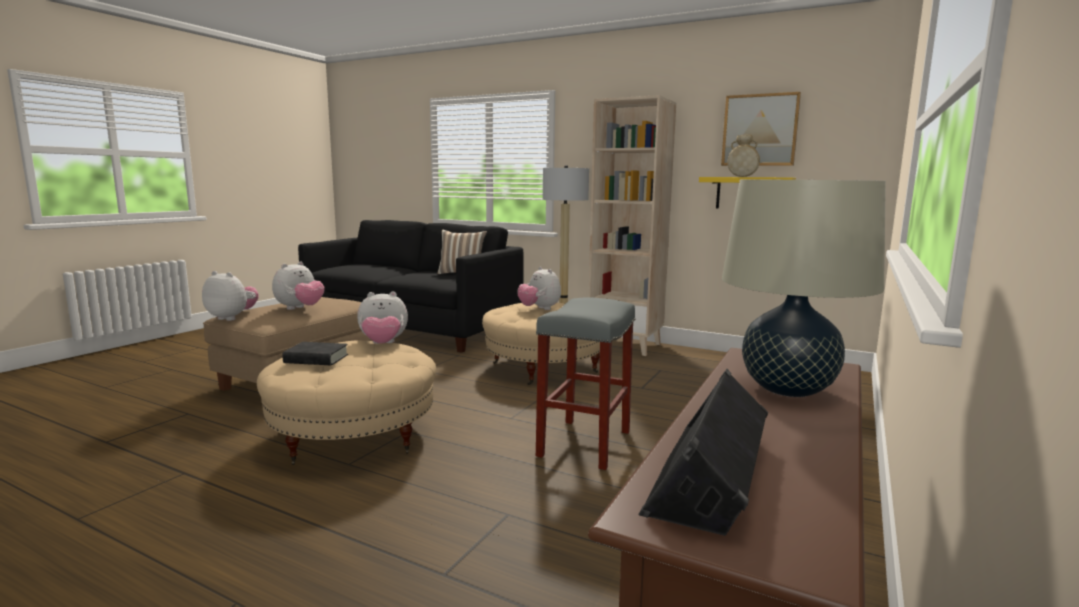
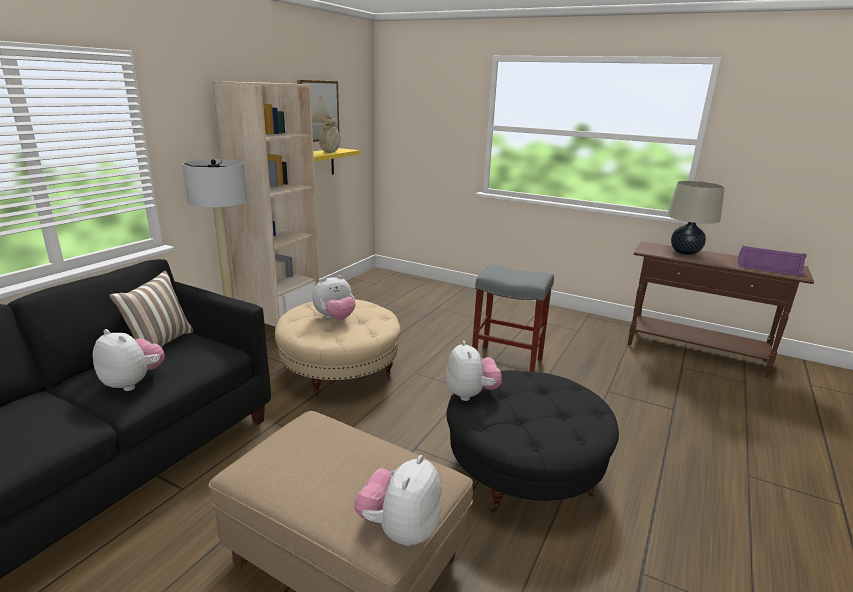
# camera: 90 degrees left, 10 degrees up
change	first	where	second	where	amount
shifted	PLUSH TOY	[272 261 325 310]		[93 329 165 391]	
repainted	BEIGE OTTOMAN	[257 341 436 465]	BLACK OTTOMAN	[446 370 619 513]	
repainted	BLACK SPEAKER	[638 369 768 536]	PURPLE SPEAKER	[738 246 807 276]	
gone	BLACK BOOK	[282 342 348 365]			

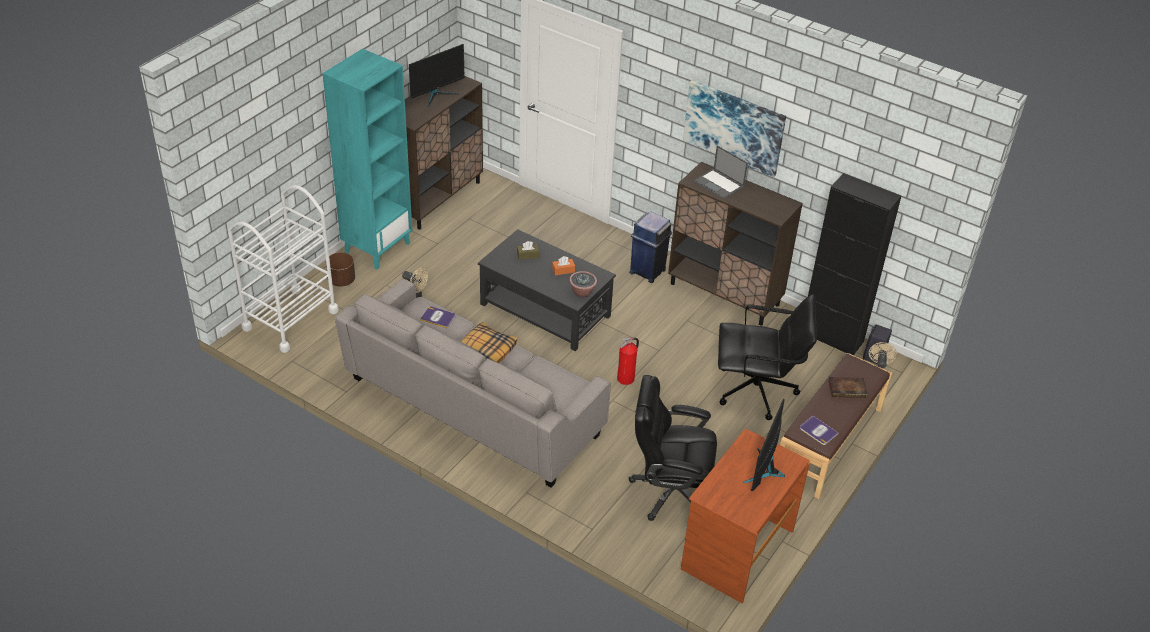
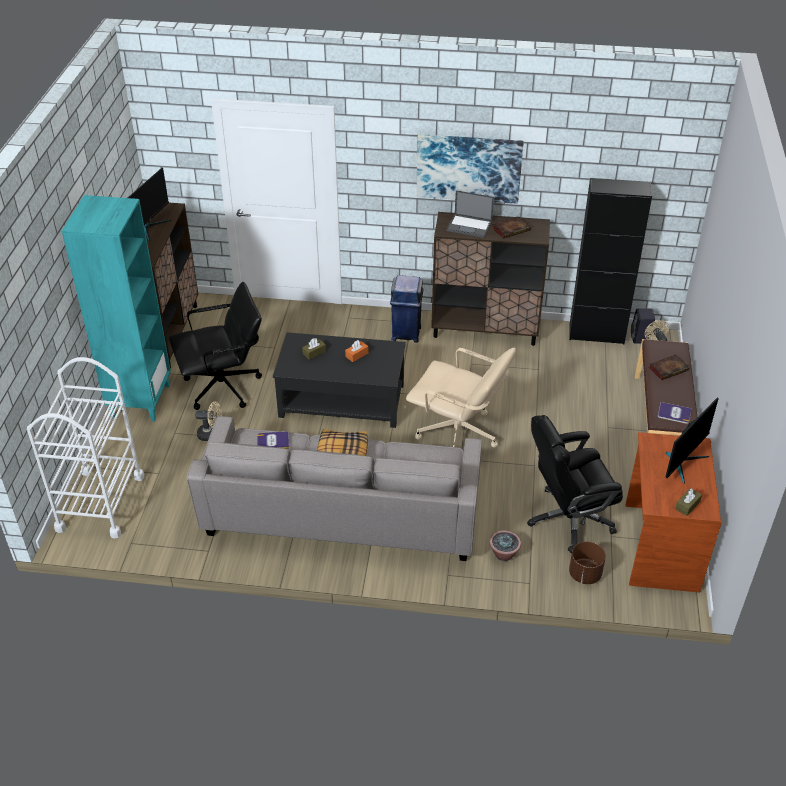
# camera: 25 degrees left, 0 degrees up
change	first	where	second	where	amount
shifted	BLACK OFFICE CHAIR	[718 294 817 420]		[169 282 262 410]	
swapped	FIRE EXTINGUISHER	[617 337 639 385]	BEIGE OFFICE CHAIR	[406 348 516 448]	
shifted	POTTED PLANT	[569 271 597 298]		[490 530 521 561]	
new			BOOK	[492 217 531 238]	
shifted	BROWN PLANTER	[326 252 355 287]		[569 542 606 584]	
rotated	MONITOR	[743 399 785 491]		[665 398 719 483]	135 degrees counterclockwise
new			BROWN TISSUE BOX	[675 488 702 516]	

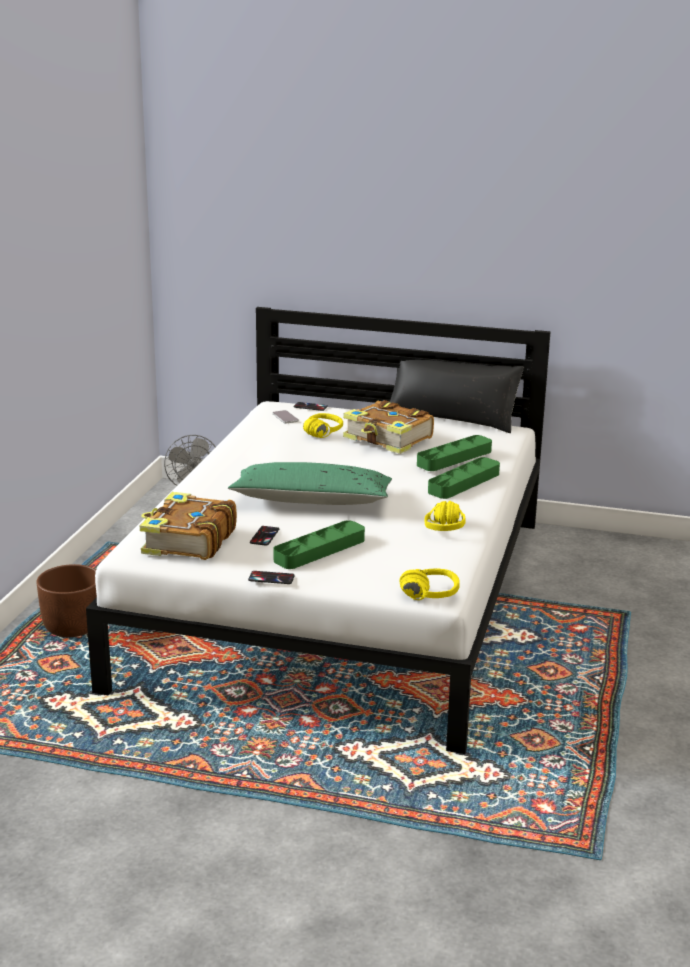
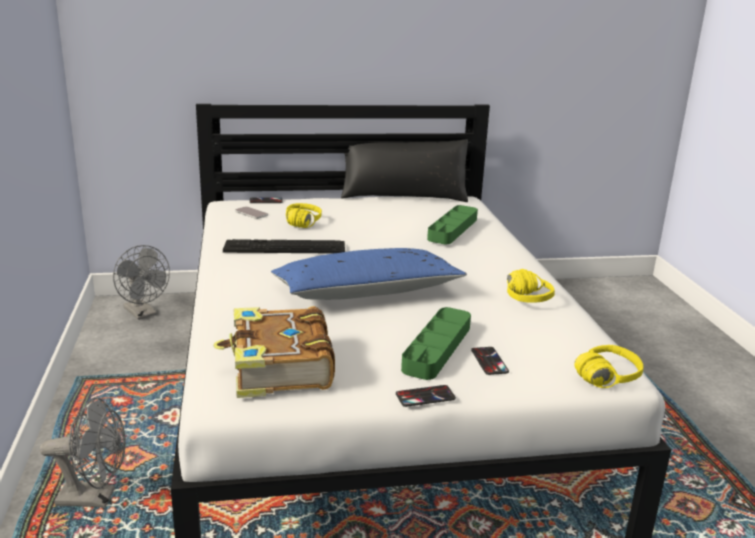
# camera: 25 degrees left, 0 degrees up
change	first	where	second	where	amount
swapped	BROWN PLANTER	[36 564 97 637]	GREY FAN	[40 398 126 507]	
new			KEYBOARD	[223 239 345 254]	
repainted	GREEN PILLOW	[228 462 392 505]	BLUE PILLOW	[271 248 467 300]	
shifted	PHONE	[250 526 279 546]		[471 347 509 375]	
gone	BOOK	[343 400 434 454]			
gone	GREEN TRAY	[428 457 500 499]			

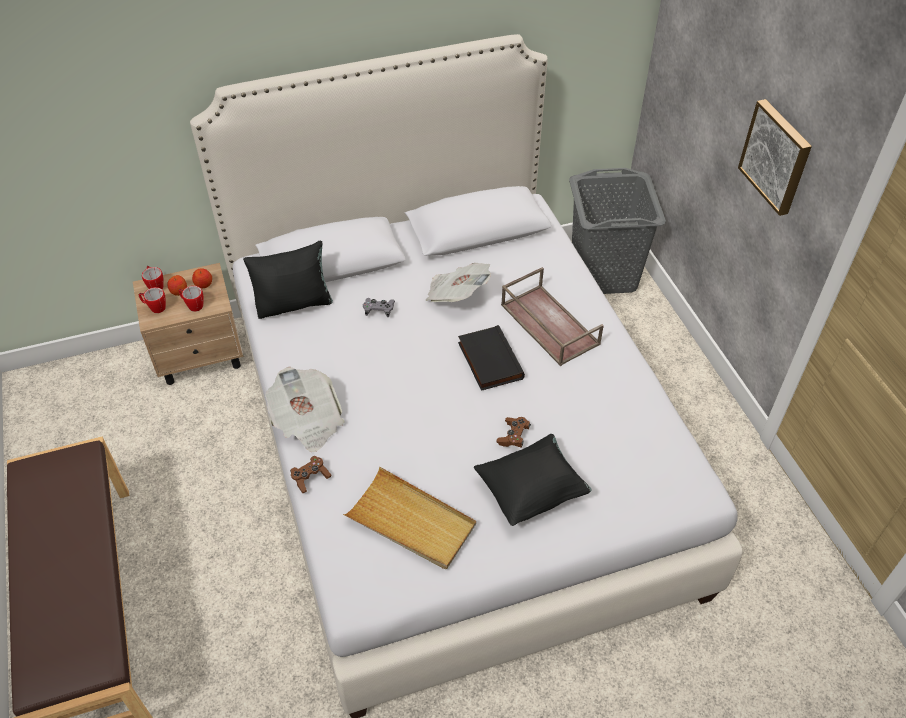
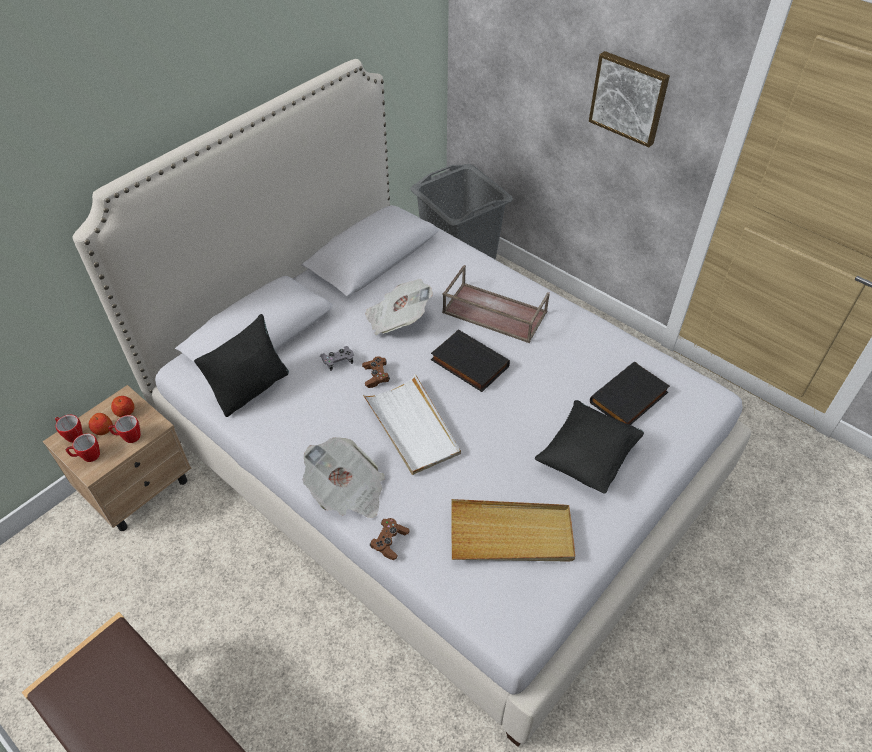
# camera: 30 degrees left, 0 degrees up
change	first	where	second	where	amount
shifted	BROWN GAME CONTROLLER	[497 417 531 448]		[362 356 390 388]	
new			WHITE TRAY	[362 374 461 475]	
new			BLACK BOOK	[590 361 670 425]	

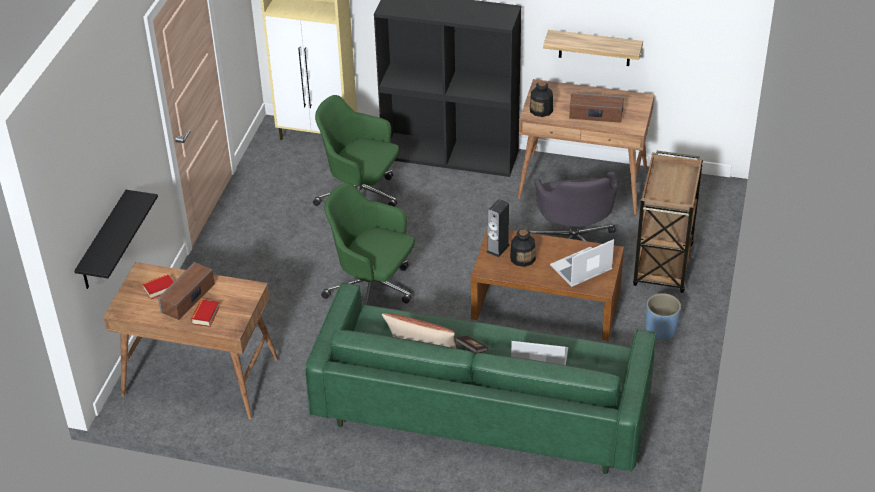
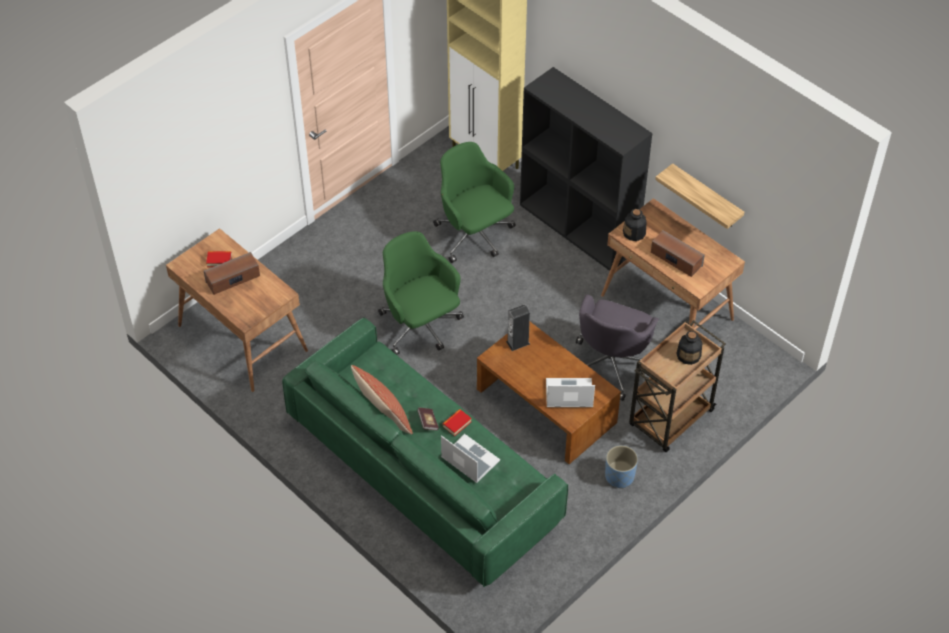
# camera: 30 degrees right, 10 degrees up
change	first	where	second	where	amount
shifted	BOOK	[191 300 220 327]		[442 409 472 436]	
shifted	BOTTLE	[510 229 536 267]		[676 331 702 365]	
gone	BLACK SHELF	[74 190 158 289]			

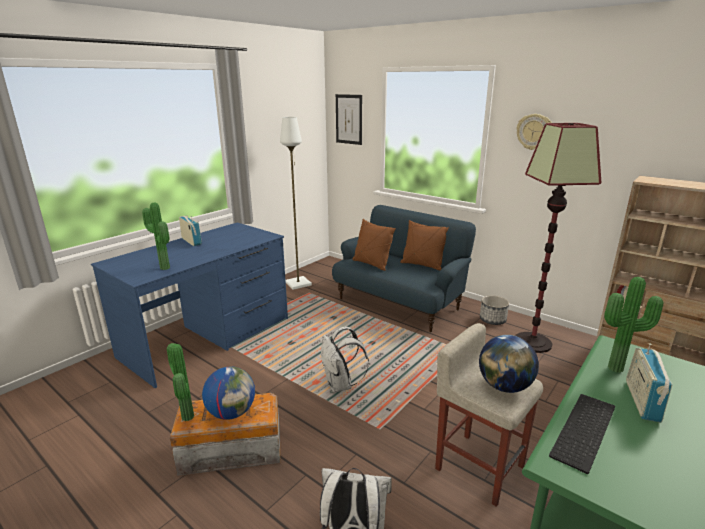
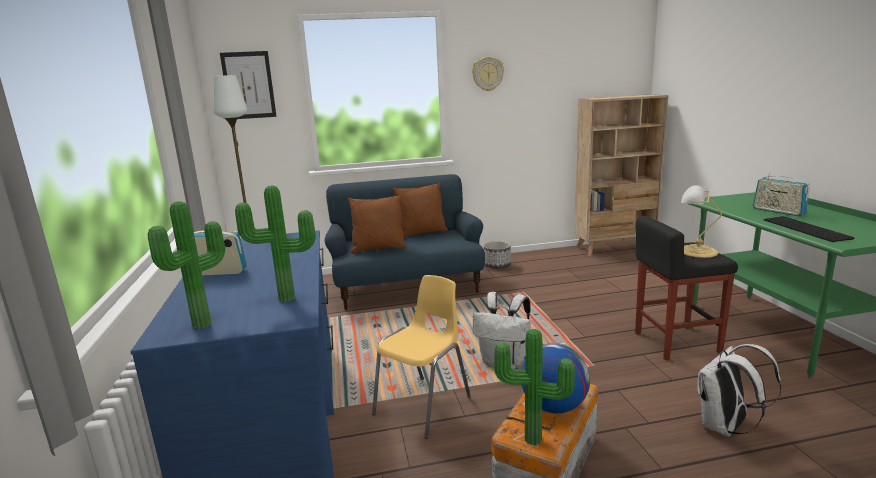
# camera: 50 degrees left, 5 degrees down
change	first	where	second	where	amount
shifted	POTTED PLANT	[604 277 664 373]		[148 201 225 329]	
new			YELLOW CHAIR	[372 275 471 439]	
repainted	BEIGE STOOL	[435 323 543 507]	BLACK STOOL	[635 216 738 360]	
swapped	GLOBE	[479 335 539 393]	TABLE LAMP	[681 185 722 258]	
gone	FLOOR LAMP	[515 123 601 353]			

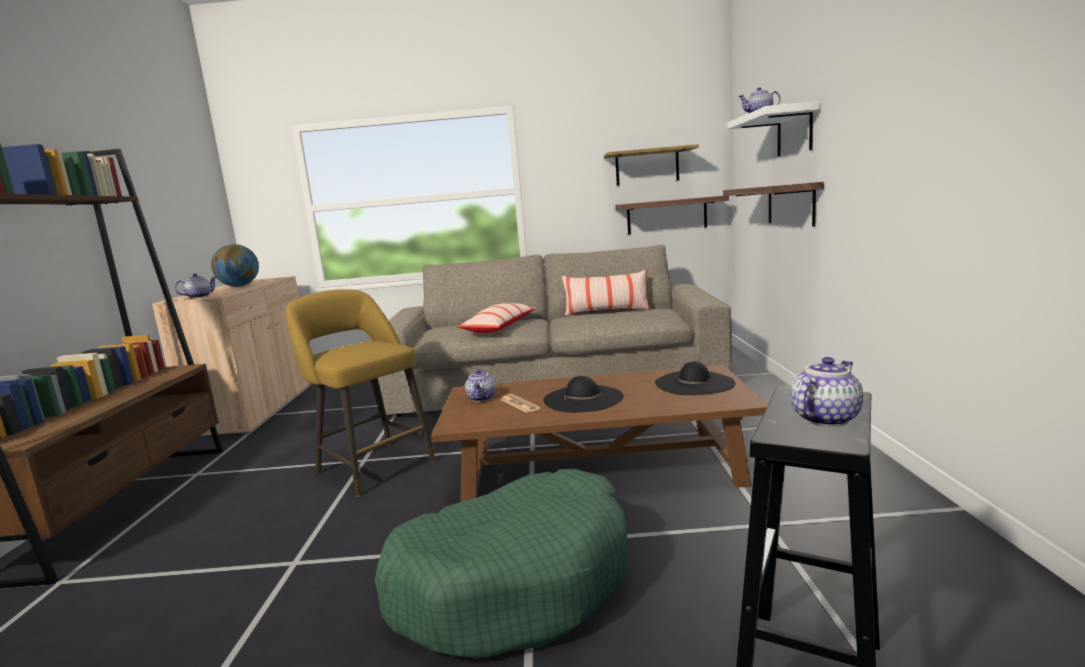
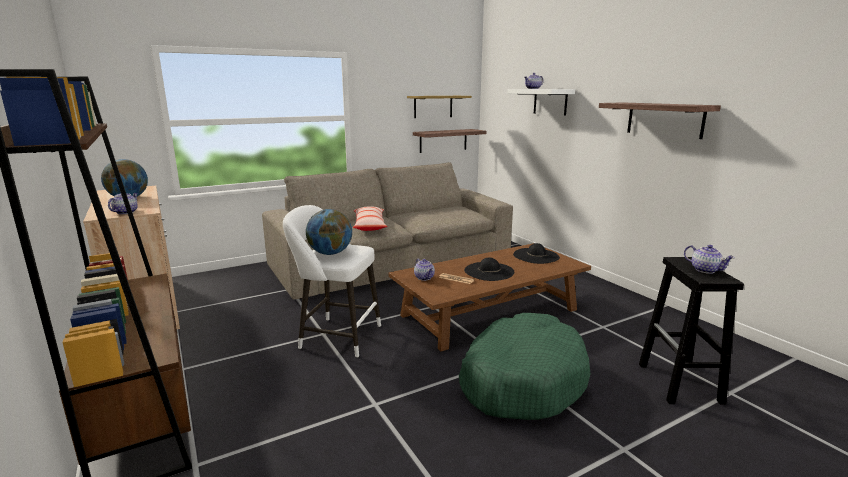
# camera: 30 degrees left, 5 degrees up
change	first	where	second	where	amount
repainted	YELLOW STOOL	[285 289 436 497]	WHITE STOOL	[283 205 381 358]	
new			GLOBE	[306 209 352 255]	
shifted	SHELF	[723 182 824 226]		[599 102 721 139]	
rotated	TEAPOT	[791 357 863 427]		[684 245 735 274]	120 degrees clockwise
gone	PILLOW	[562 270 651 316]			

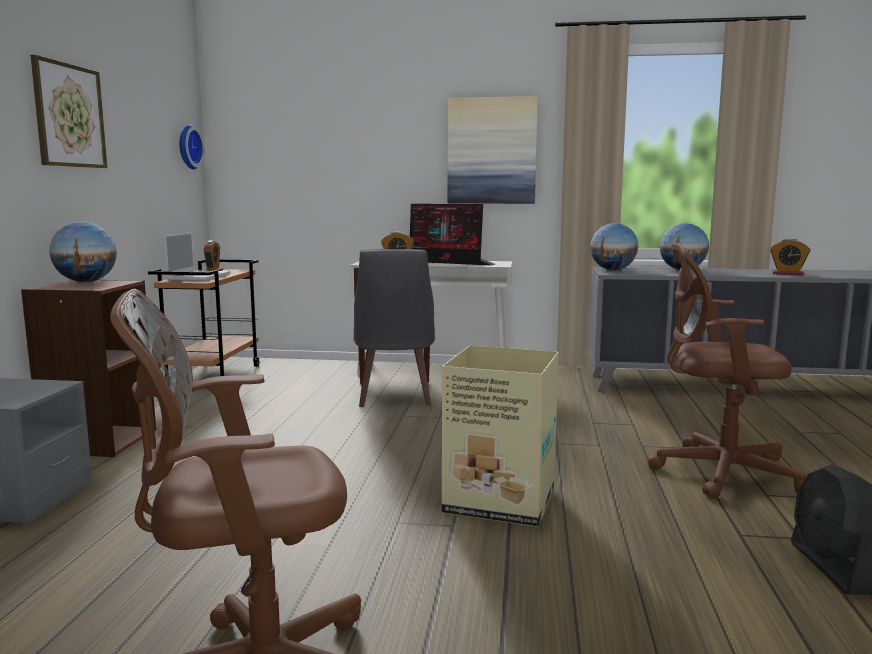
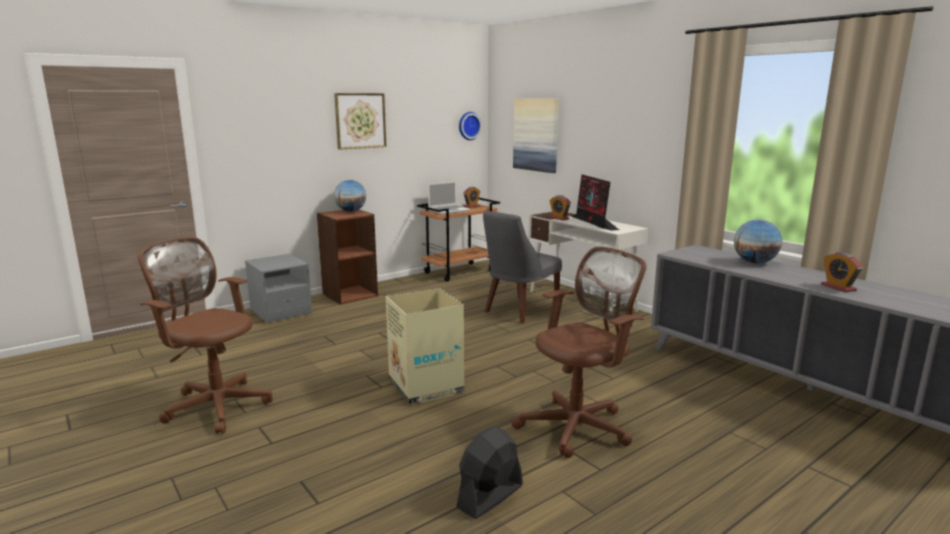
# camera: 45 degrees right, 5 degrees up
change	first	where	second	where	amount
rotated	BROWN OFFICE CHAIR	[647 243 806 499]		[512 247 647 458]	90 degrees clockwise
shifted	PICTURE	[447 96 538 204]		[513 98 559 173]	
gone	GLOBE	[590 223 638 270]			

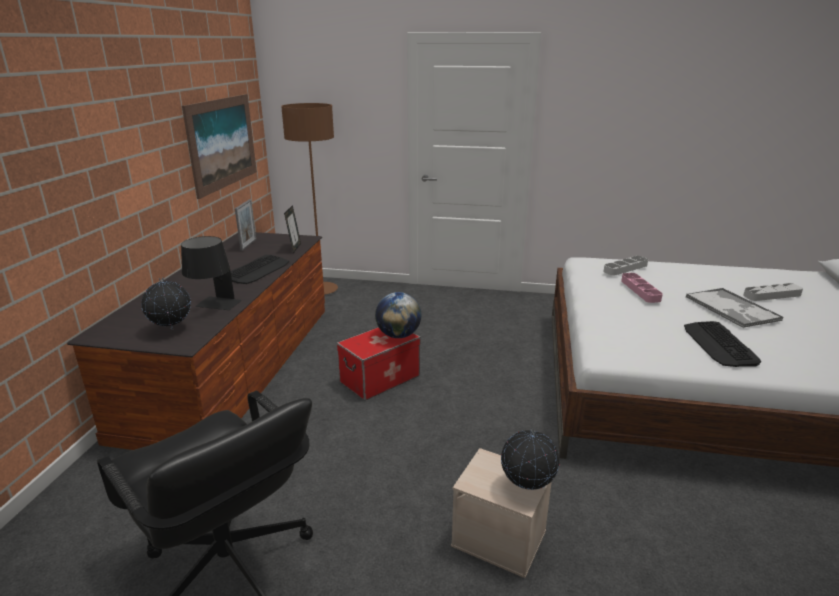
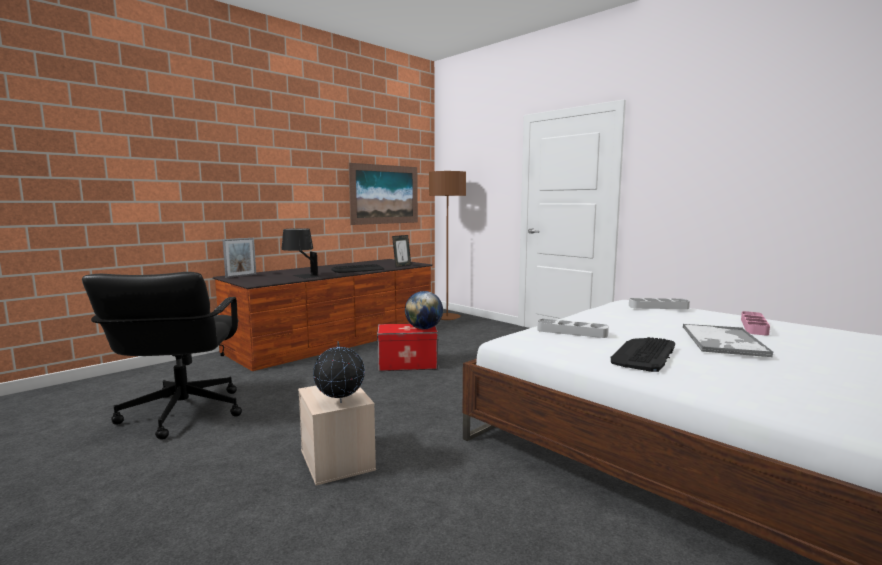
# camera: 35 degrees right, 15 degrees down
change	first	where	second	where	amount
shifted	PICTURE FRAME	[235 199 256 251]		[222 238 256 278]	
shifted	GREY TRAY	[743 283 803 301]		[537 319 609 338]	
shifted	PINK TRAY	[621 273 663 303]		[741 311 770 335]	
gone	GLOBE	[141 277 191 330]			

